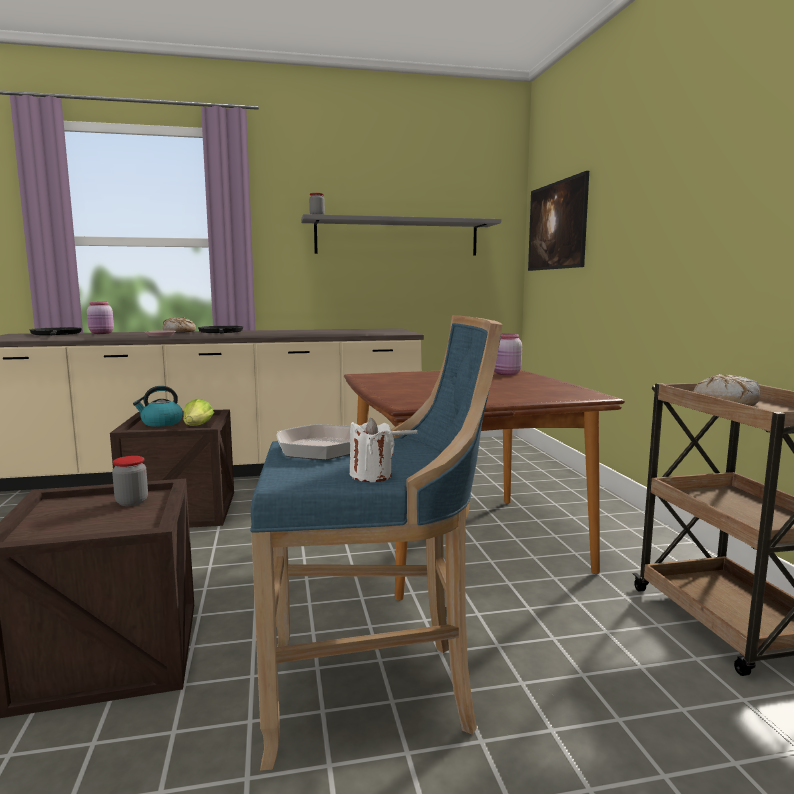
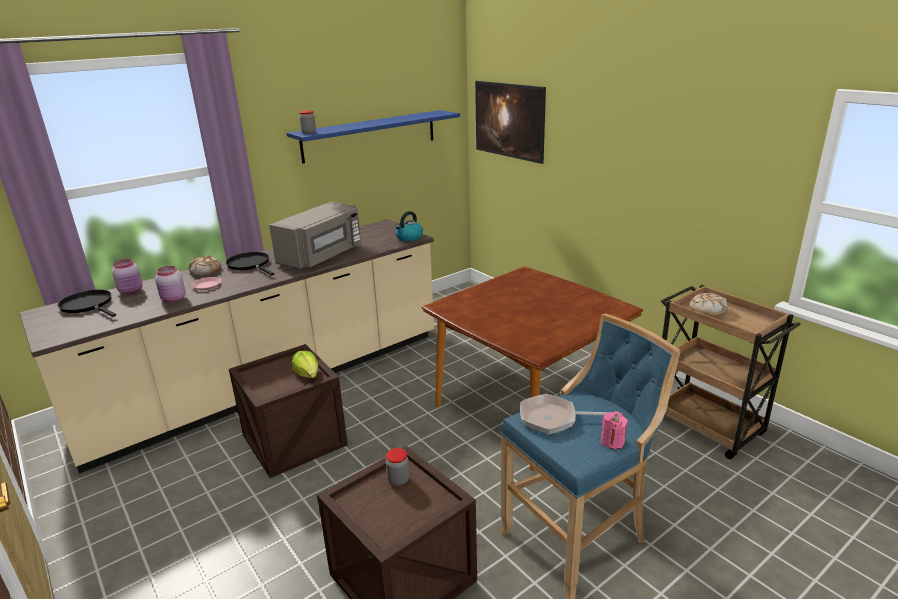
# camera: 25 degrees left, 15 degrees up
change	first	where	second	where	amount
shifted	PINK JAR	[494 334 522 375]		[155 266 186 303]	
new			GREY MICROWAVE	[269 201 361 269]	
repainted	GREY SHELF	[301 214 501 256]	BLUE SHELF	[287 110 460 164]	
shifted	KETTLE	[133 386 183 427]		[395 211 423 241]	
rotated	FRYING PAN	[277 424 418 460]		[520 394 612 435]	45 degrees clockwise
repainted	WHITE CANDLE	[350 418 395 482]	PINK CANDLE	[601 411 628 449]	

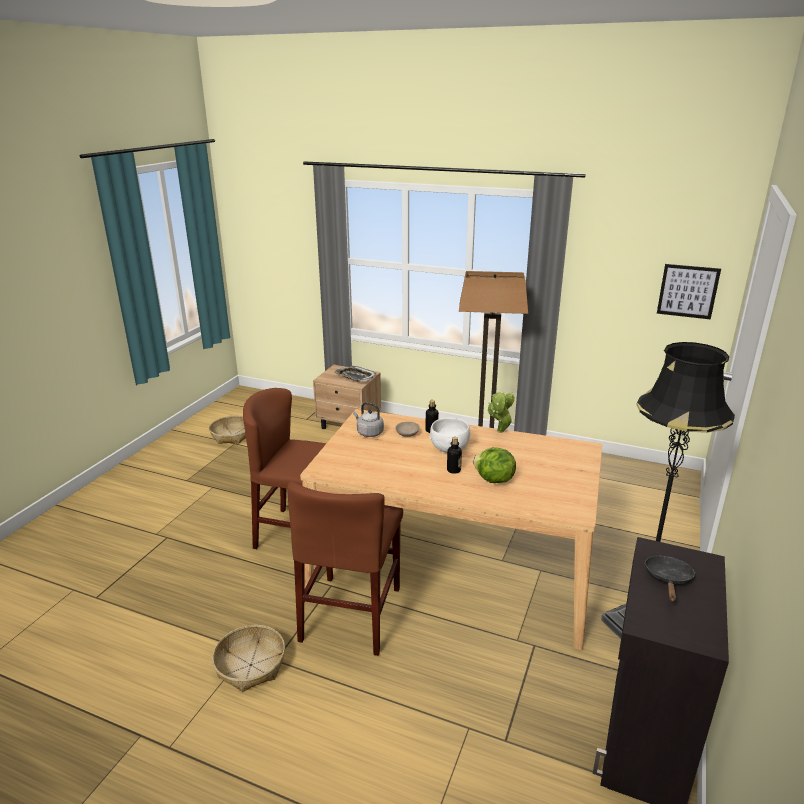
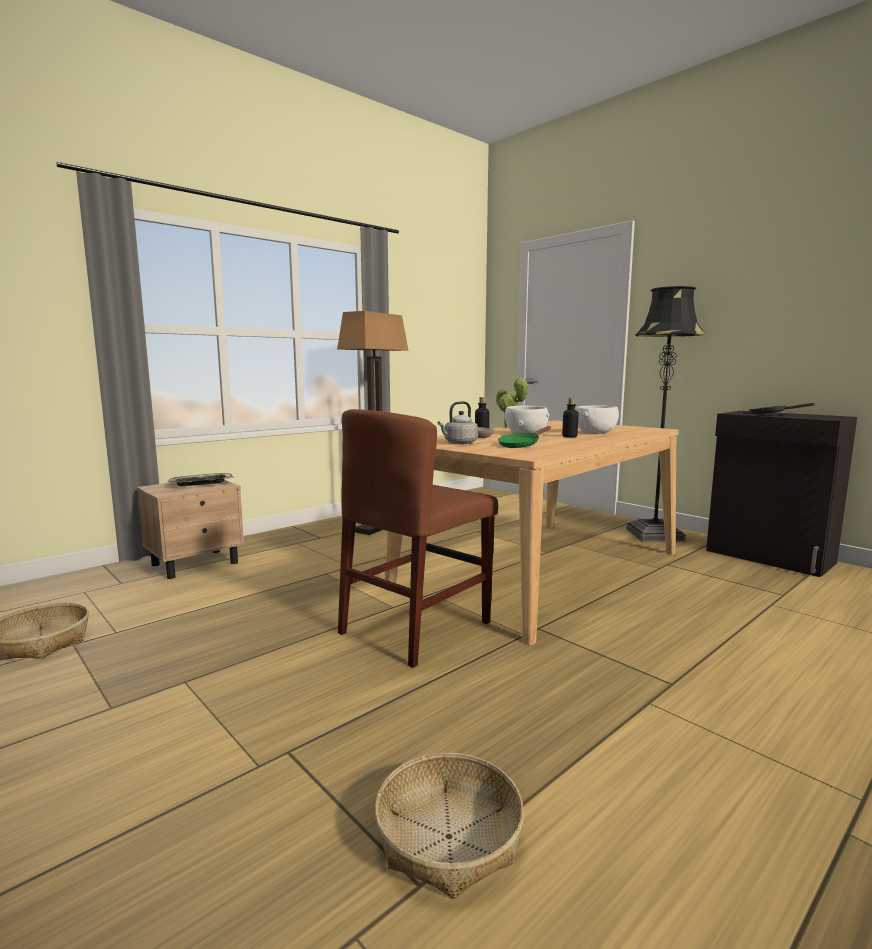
# camera: 65 degrees left, 15 degrees down
change	first	where	second	where	amount
shifted	BASKET	[212 625 285 692]		[375 753 524 899]	
new			GREEN FRYING PAN	[498 426 551 448]	
swapped	LETTUCE	[473 447 516 483]	WHITE BOWL	[576 406 619 434]	
gone	BROWN CHAIR	[287 481 403 656]			
gone	PICTURE	[657 264 721 319]			

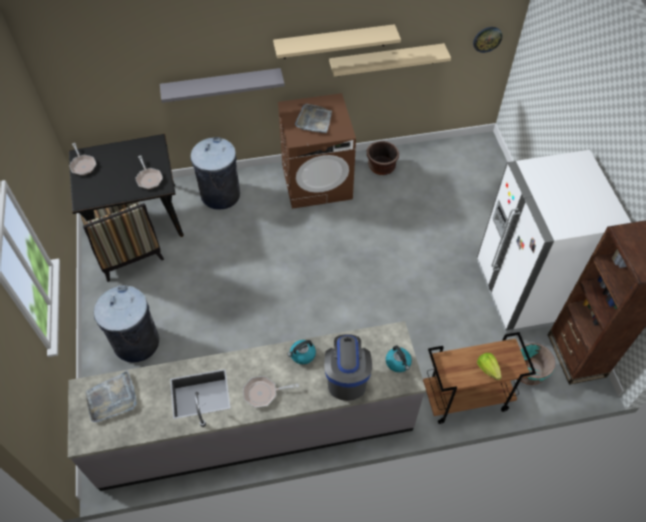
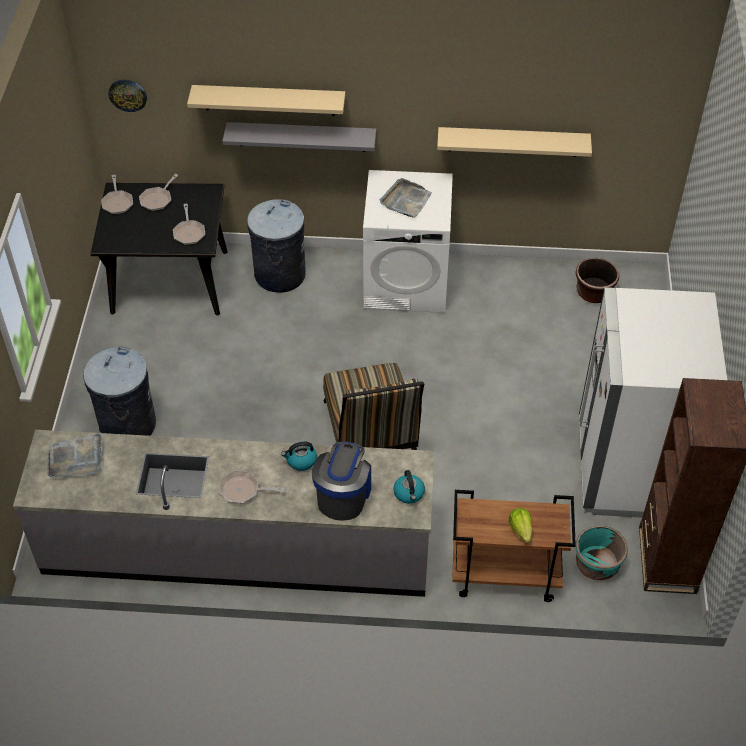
# camera: 15 degrees right, 5 degrees down
change	first	where	second	where	amount
shifted	WALL CLOCK	[473 27 502 53]		[108 80 147 112]	
new			FRYING PAN	[139 174 178 211]	
shifted	BEIGE SHELF	[273 24 401 59]		[187 85 345 116]	
shifted	CHAIR	[81 202 164 282]		[323 363 424 450]	
repainted	BROWN WASHING MACHINE	[278 93 356 209]	WHITE WASHING MACHINE	[363 170 453 313]	
shifted	BROWN PLANTER	[367 141 399 175]		[575 258 619 303]	

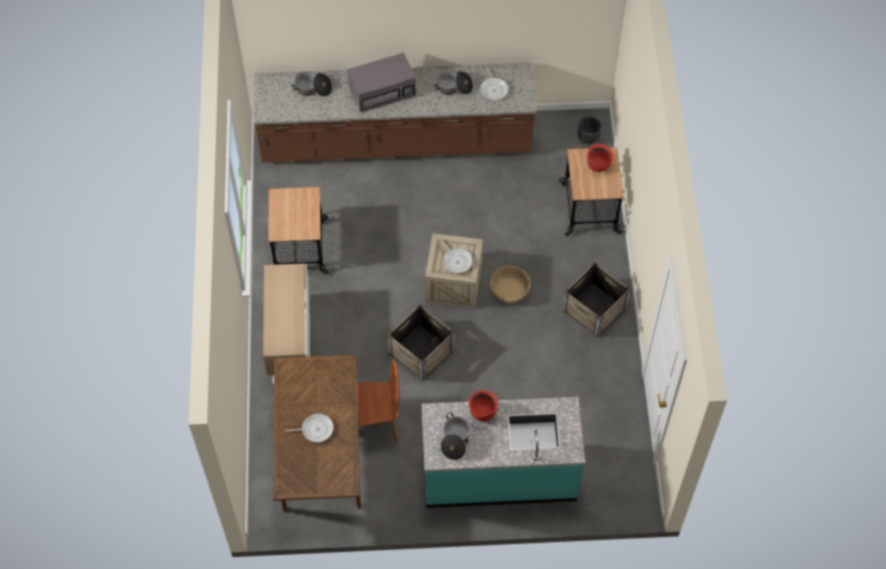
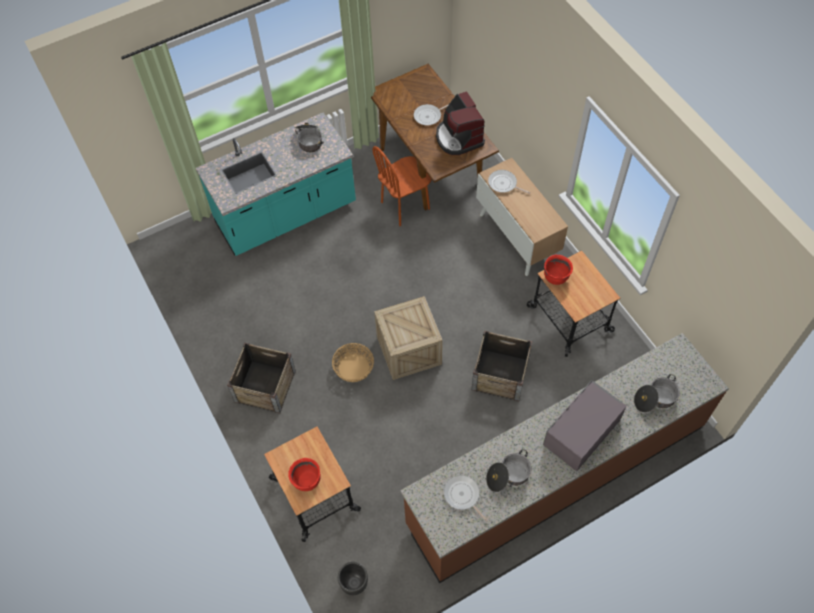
# camera: 155 degrees right, 0 degrees up
change	first	where	second	where	amount
new			COFFEE MACHINE	[436 91 485 155]	
shifted	CRATE	[387 304 455 381]		[472 331 532 401]	
shifted	FRYING PAN	[440 239 472 273]		[488 170 530 194]	
shifted	RED COOKING POT	[469 390 498 422]		[544 255 573 285]	

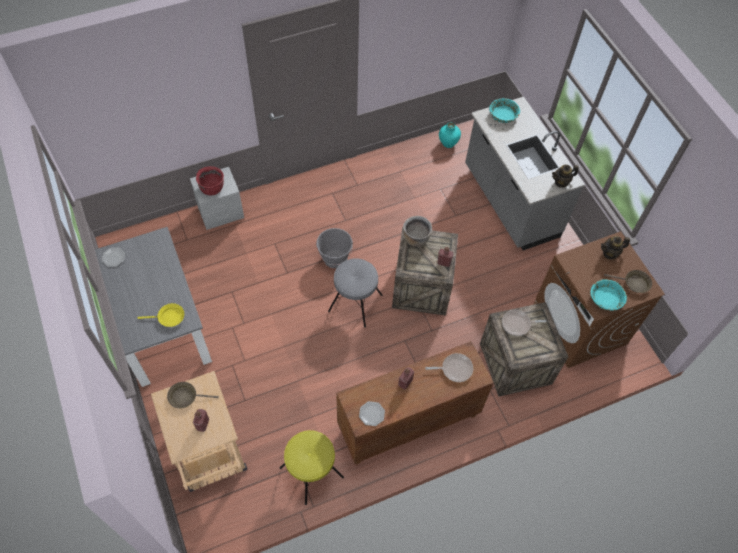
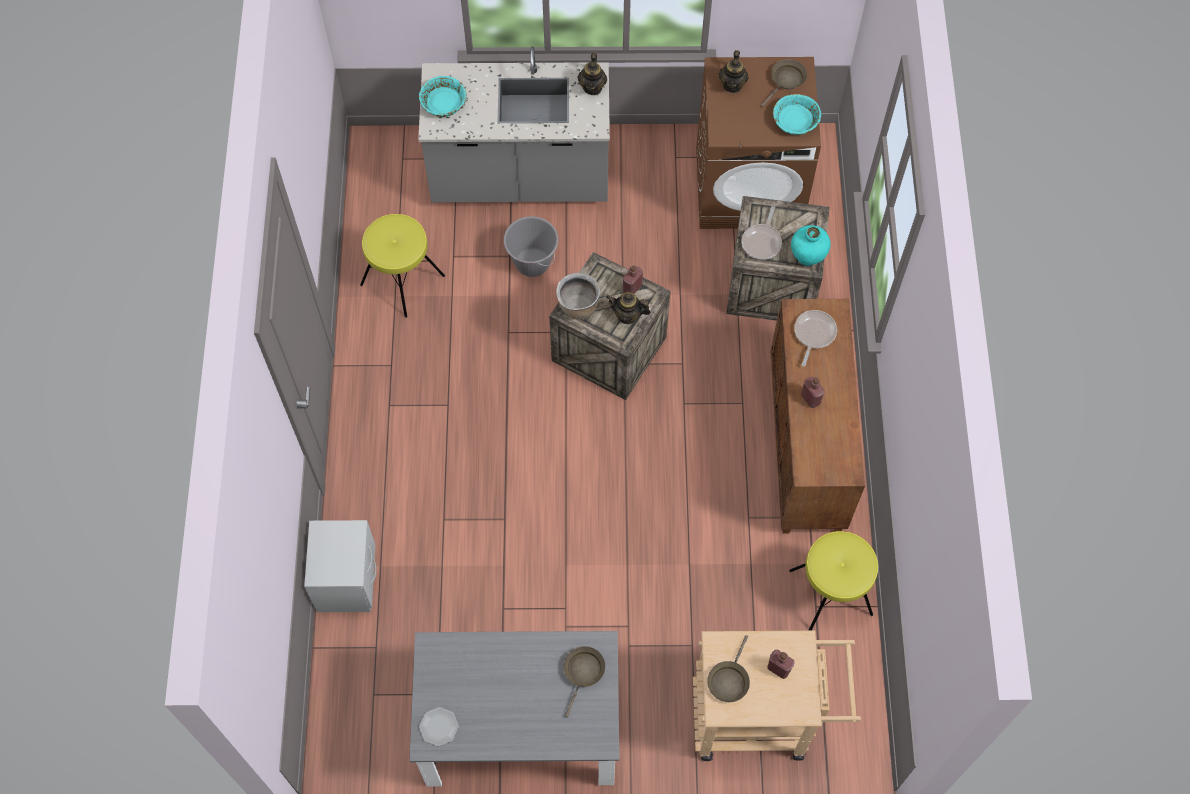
# camera: 65 degrees left, 5 degrees up
change	first	where	second	where	amount
new			YELLOW STOOL	[360 214 445 318]	
shifted	GREY BUCKET	[316 228 353 268]		[504 216 558 277]	
repainted	YELLOW FRYING PAN	[138 303 184 327]	BROWN FRYING PAN	[564 646 605 718]	
new			TEAPOT	[606 292 651 324]	
shifted	TURQUOISE VASE	[439 122 461 148]		[791 225 830 266]	
gone	RED COOKING POT	[196 166 224 195]			
gone	GREY STOOL	[328 258 383 328]			
gone	PLATE	[359 401 385 426]			

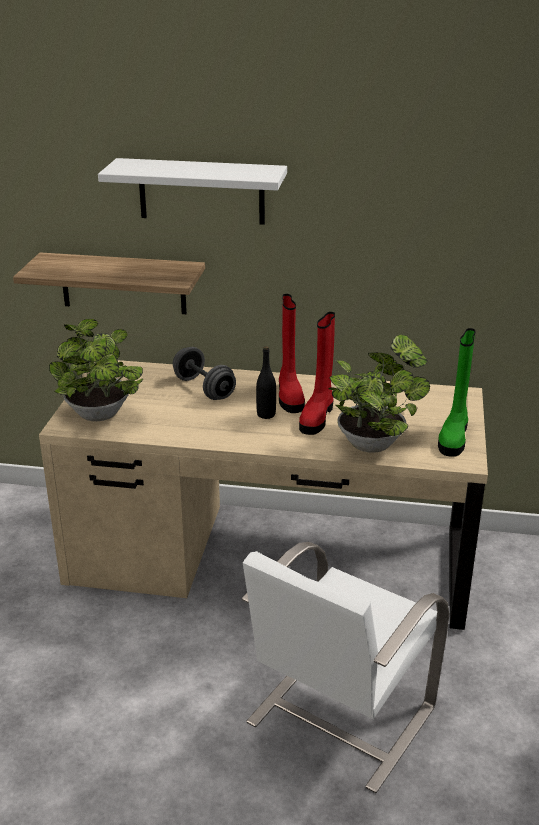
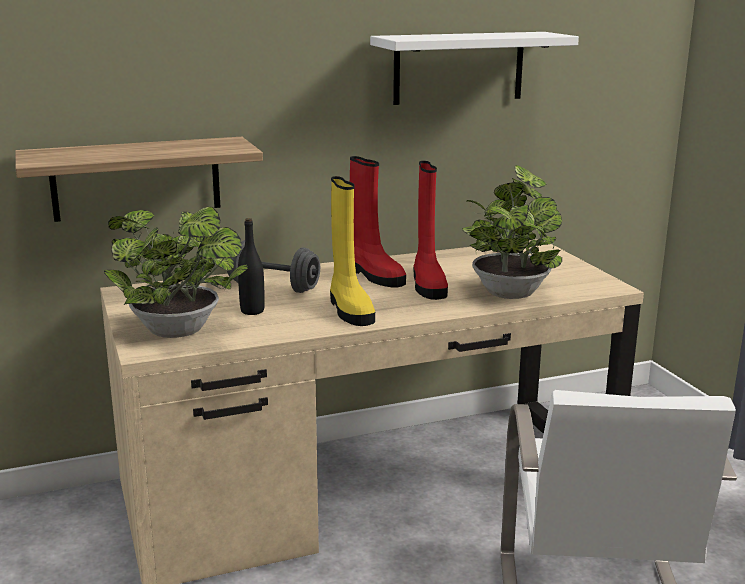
# camera: 30 degrees left, 10 degrees down
change	first	where	second	where	amount
shifted	BLACK BOTTLE	[256 346 276 419]		[238 218 265 315]	
new			YELLOW BOOT	[330 176 375 326]	
shifted	WHITE SHELF	[98 158 287 225]		[370 32 579 105]	
gone	GREEN BOOT	[438 328 475 457]			

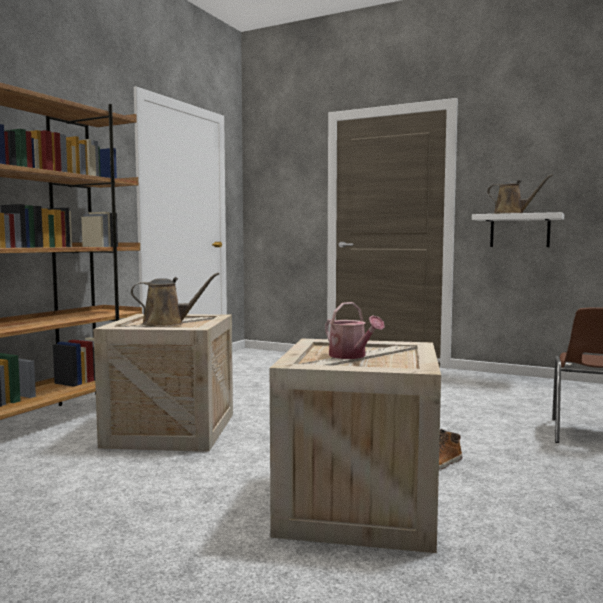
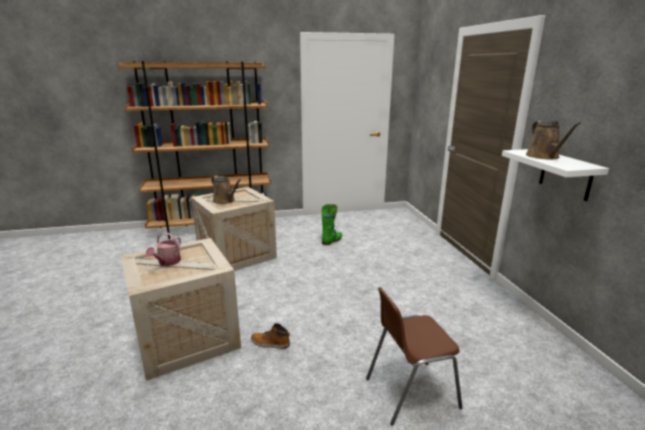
# camera: 50 degrees right, 15 degrees up
change	first	where	second	where	amount
new			GREEN BOOT	[322 204 342 245]	

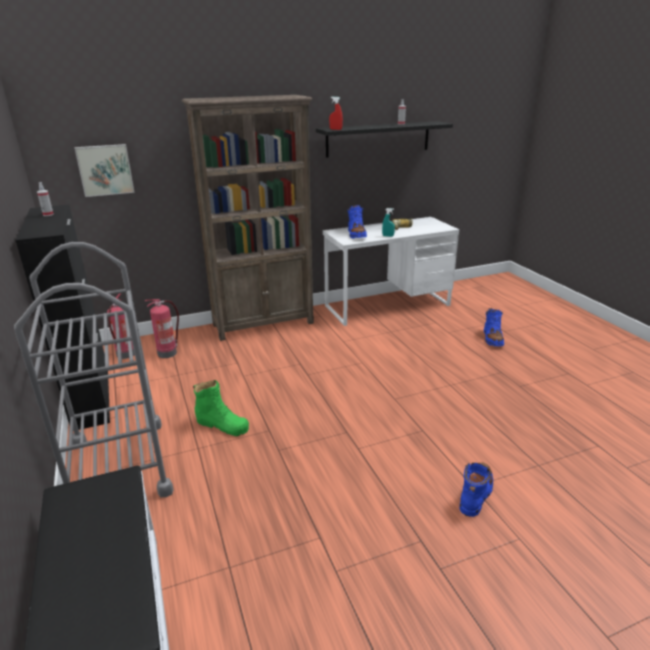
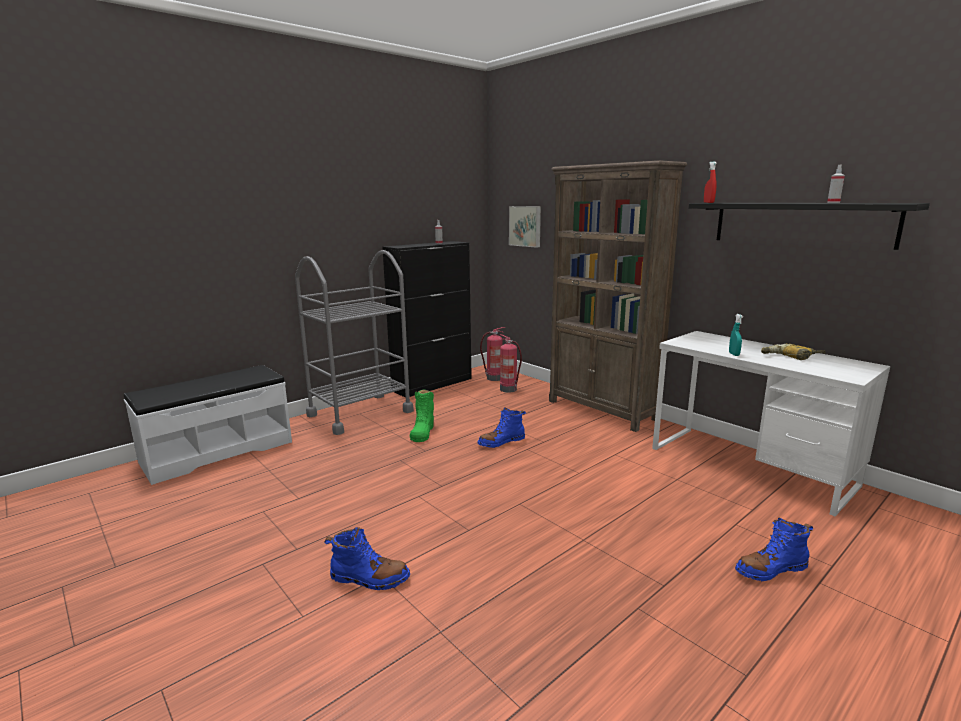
# camera: 70 degrees right, 10 degrees down
change	first	where	second	where	amount
shifted	BLUE BOOT	[348 205 367 239]		[478 407 526 448]	

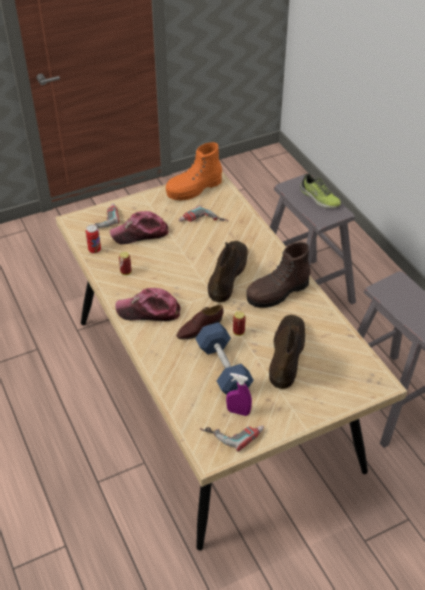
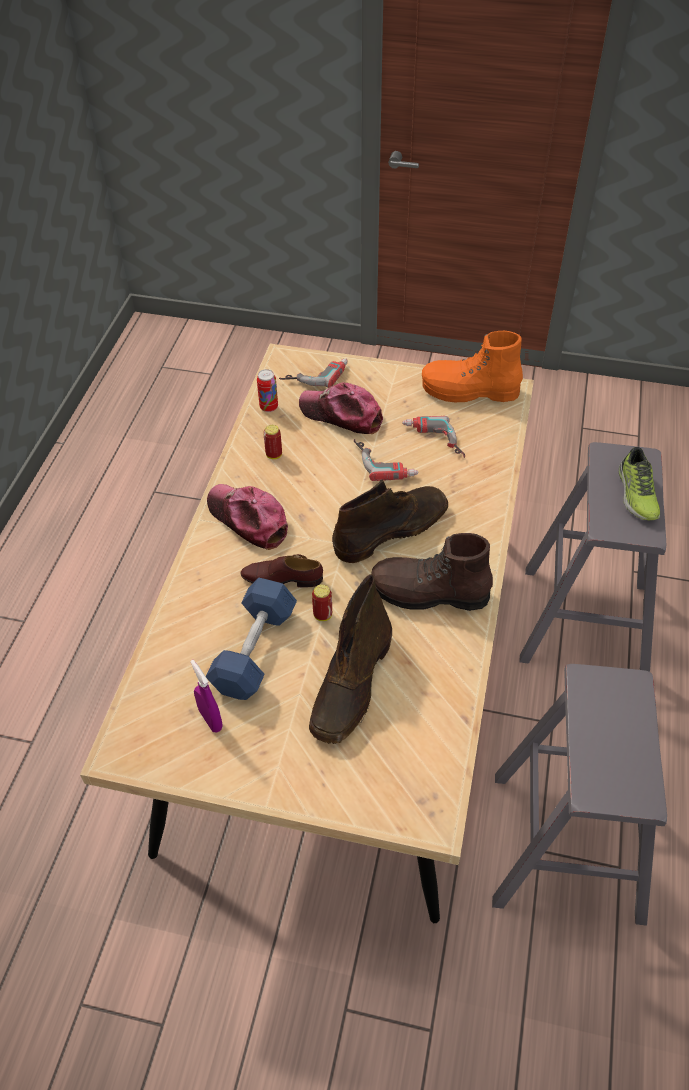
# camera: 40 degrees right, 5 degrees up
change	first	where	second	where	amount
rotated	BROWN BOOT	[269 315 305 389]		[309 574 392 744]	150 degrees clockwise
shifted	POWER DRILL	[200 425 264 452]		[354 439 419 481]	

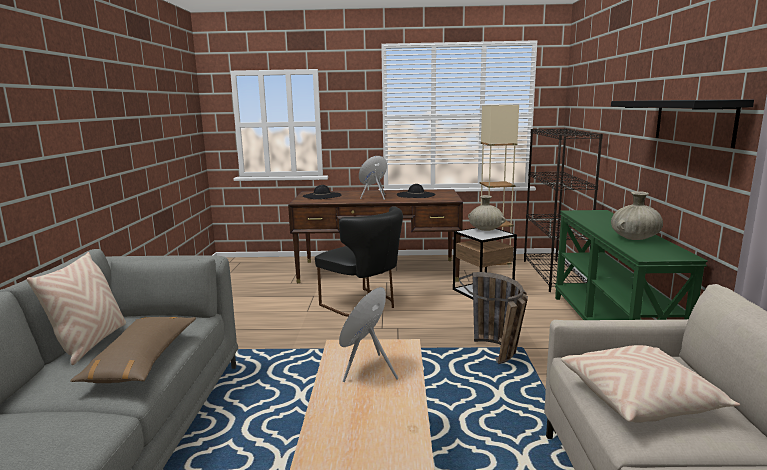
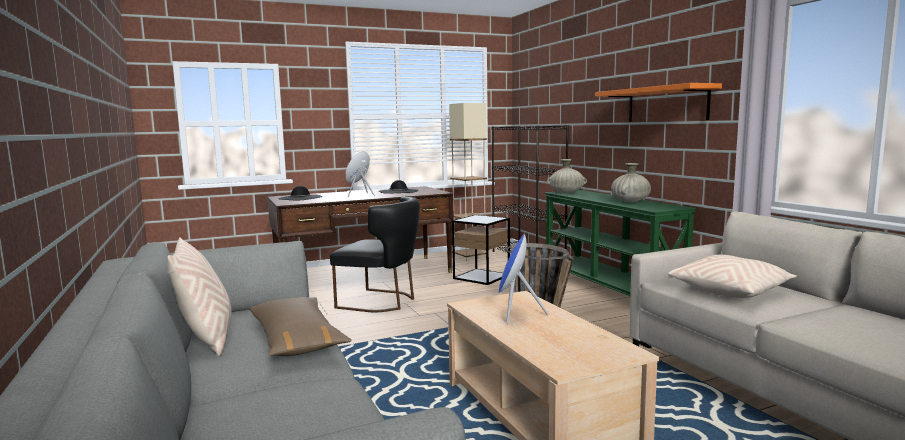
# camera: 25 degrees left, 5 degrees down
change	first	where	second	where	amount
shifted	BEIGE VASE	[468 195 506 231]		[547 159 587 193]	
repainted	BLACK SHELF	[611 99 754 148]	ORANGE SHELF	[595 83 722 122]	

